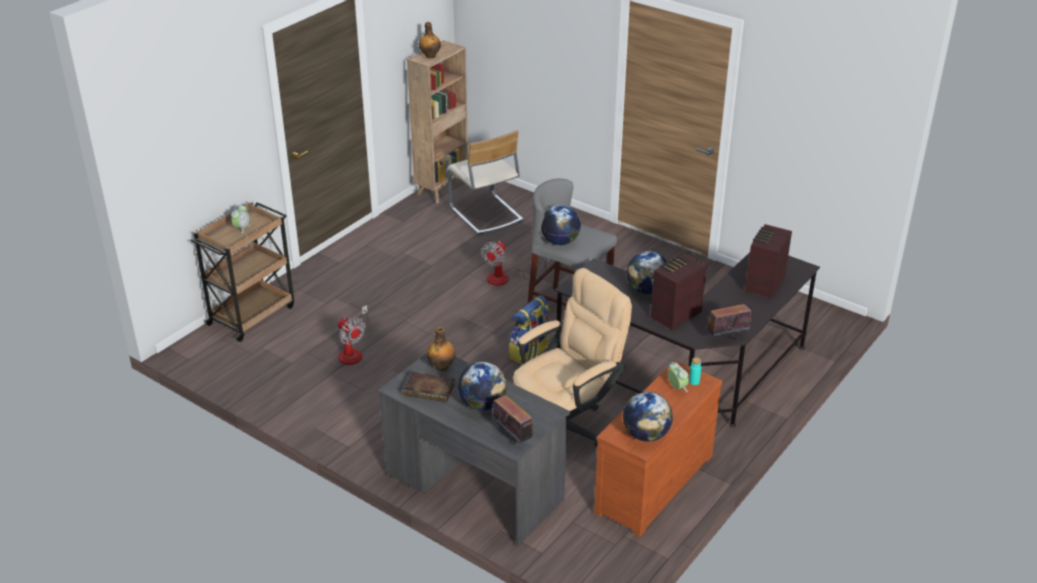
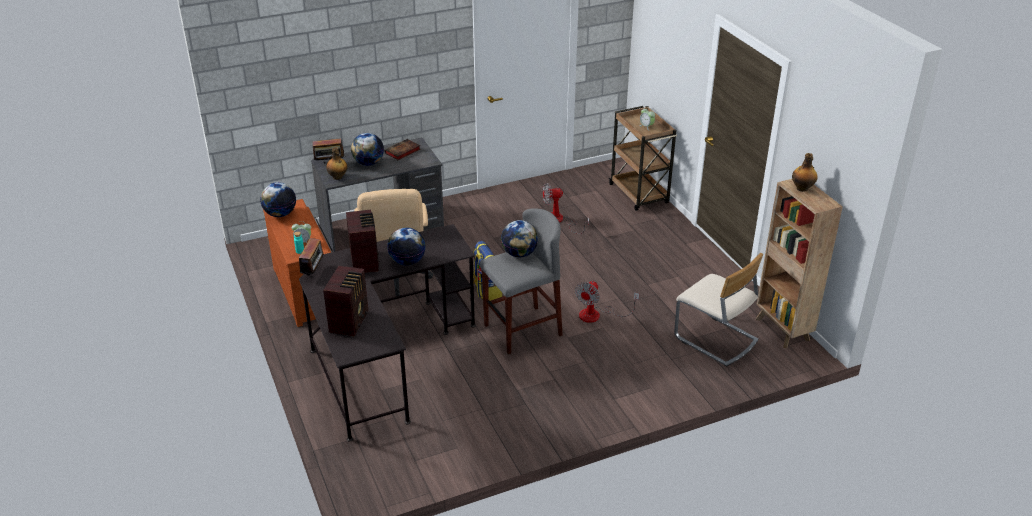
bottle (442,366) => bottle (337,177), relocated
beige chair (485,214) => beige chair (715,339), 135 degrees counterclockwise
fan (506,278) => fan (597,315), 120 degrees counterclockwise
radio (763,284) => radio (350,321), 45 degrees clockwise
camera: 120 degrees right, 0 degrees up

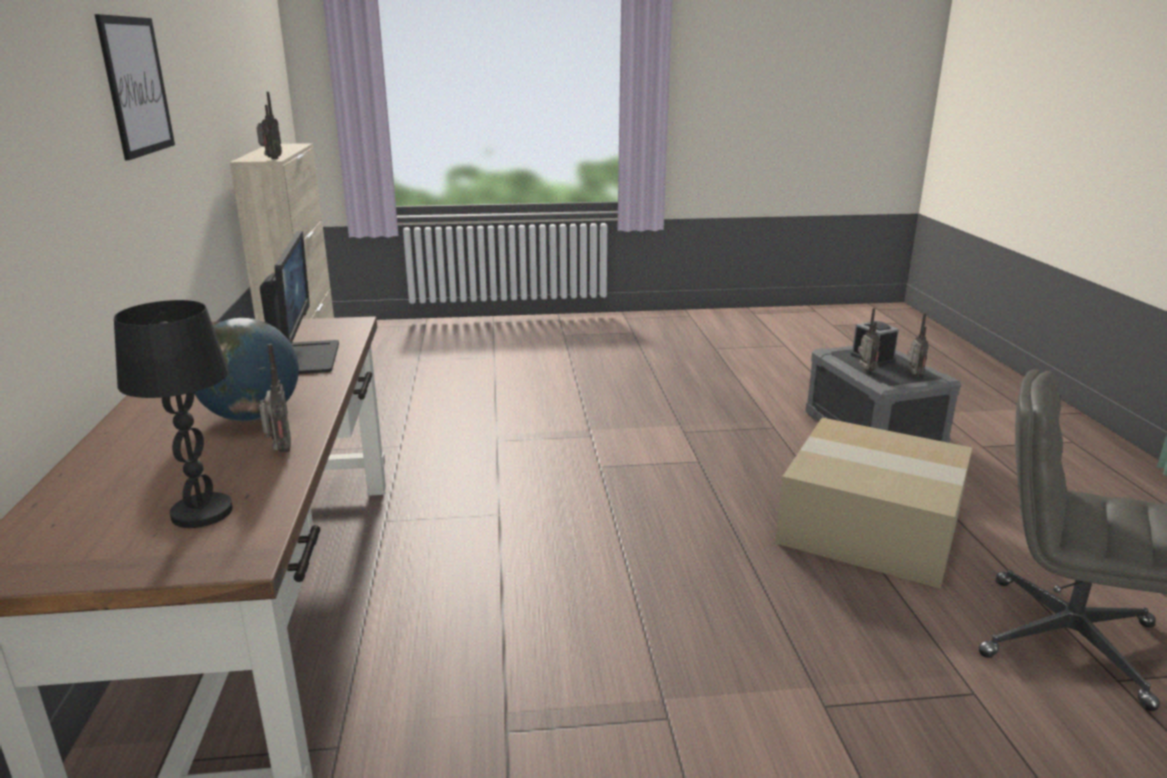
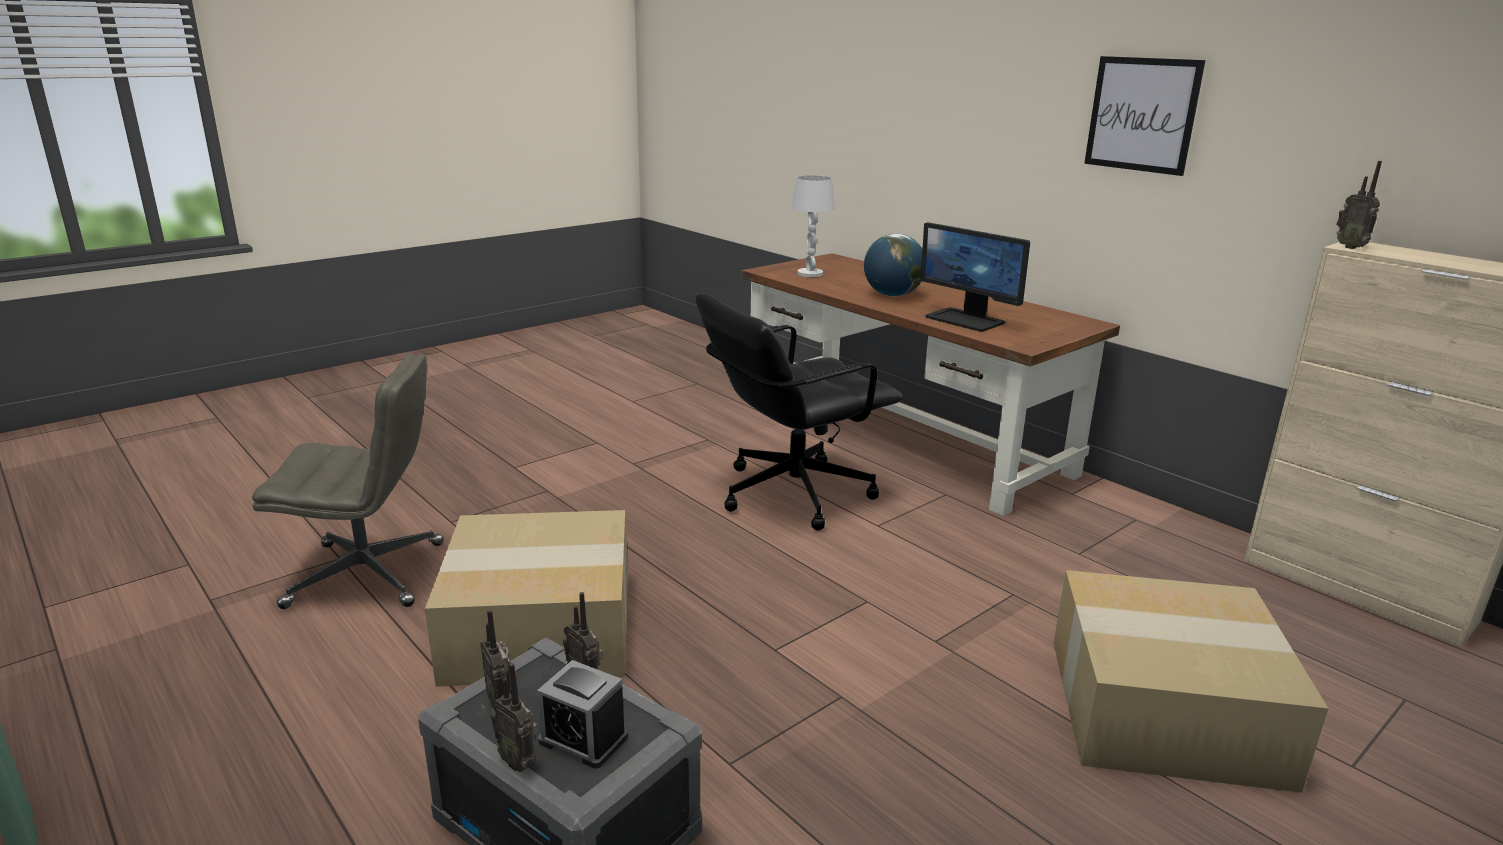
nothing => black office chair (792,493)
nothing => cardboard box (1166,708)
radio (280,452) => radio (519,761), relocated
black table lamp (202,512) => white table lamp (810,274)
camera: 145 degrees right, 0 degrees up

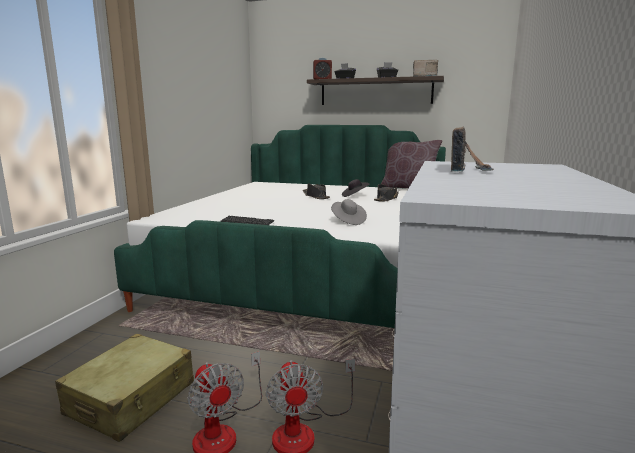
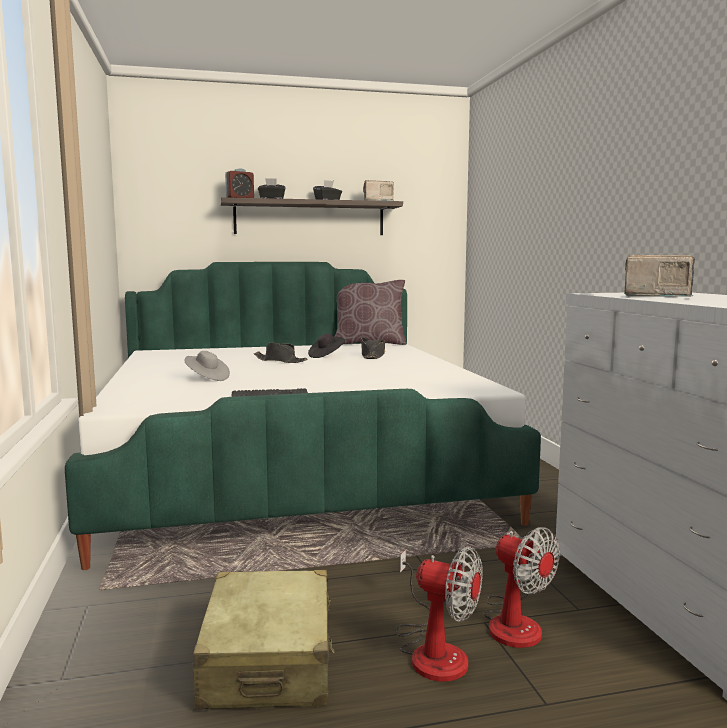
grey hat (348,221) => grey hat (207,378), relocated
radio (467,170) => radio (657,296), 45 degrees counterclockwise
camera: 30 degrees left, 5 degrees down

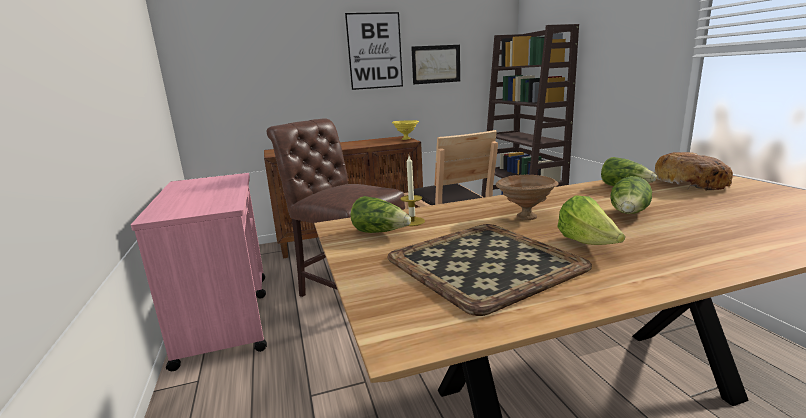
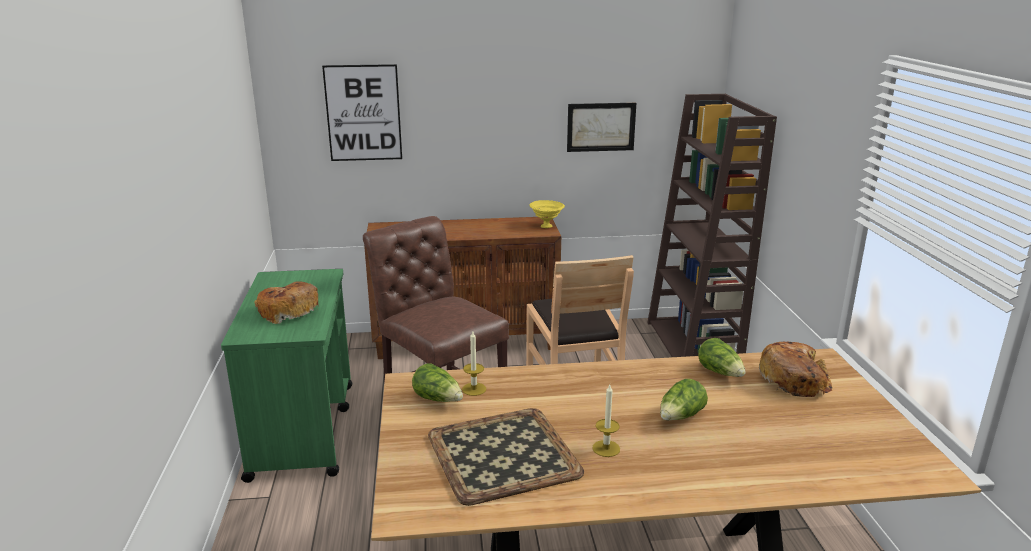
brown bowl (525,217) => nothing
nothing => bread (288,311)
picture (374,51) => picture (363,113), relocated
lettuce (587,244) => candle (606,448)
pink cart (226,316) => green cart (303,429)
camera: 10 degrees right, 5 degrees up

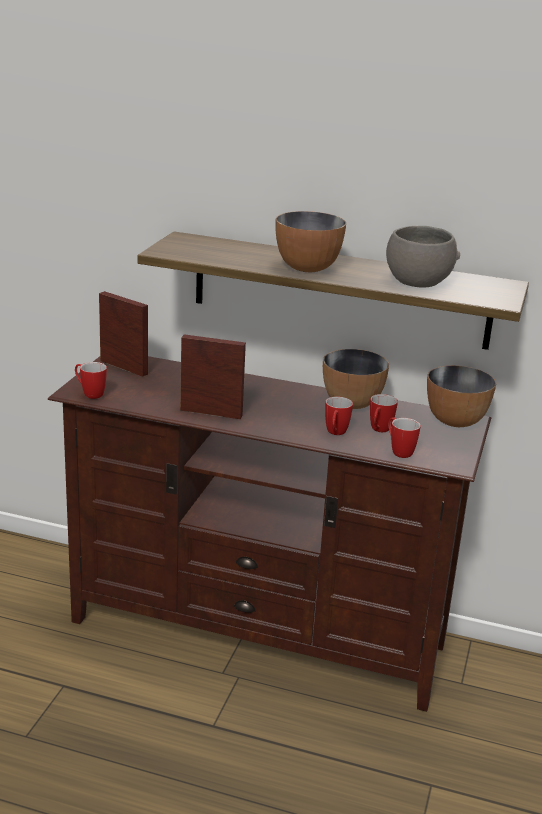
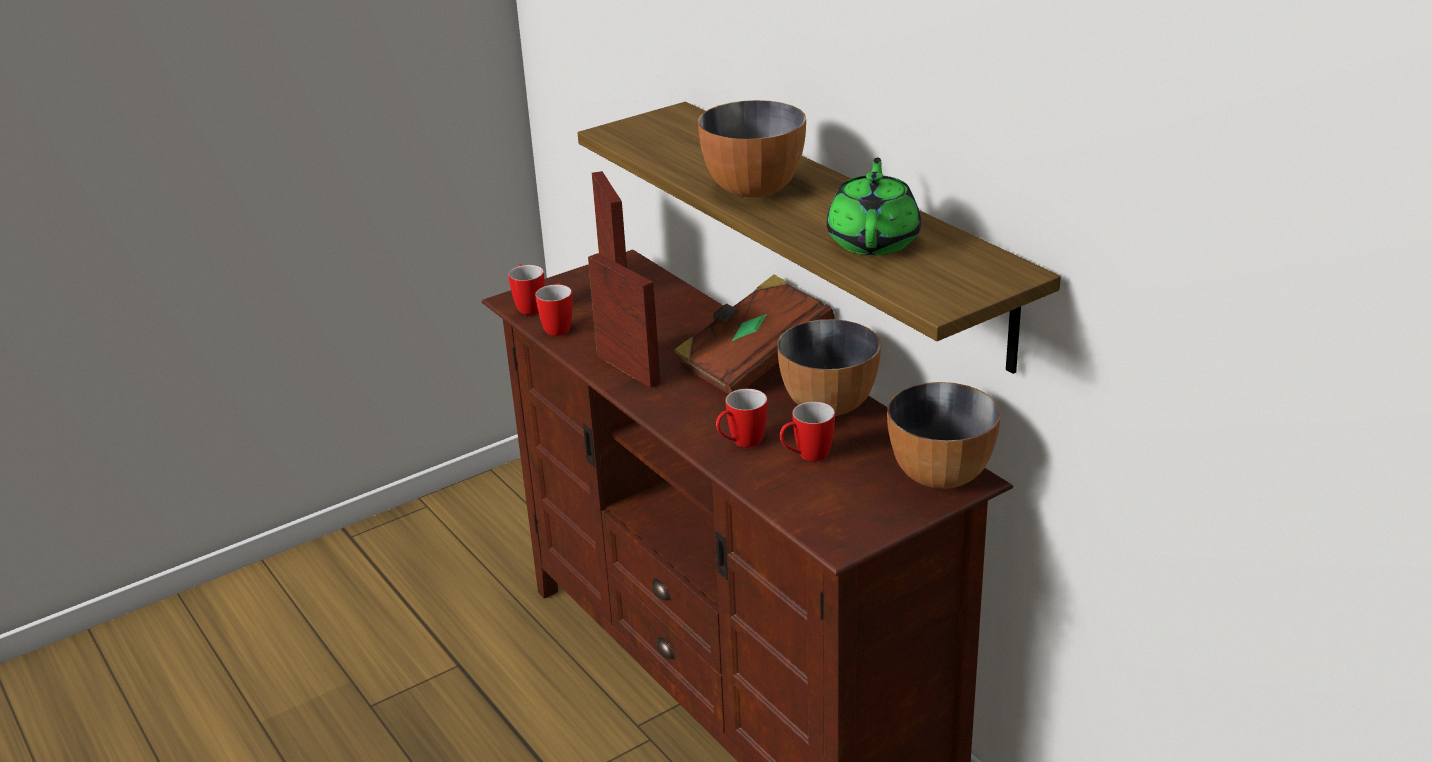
nothing => brown book (753,361)
mug (398,451) => mug (559,326), relocated
grey bowl (418,281) => green teapot (874,240)
camera: 40 degrees right, 5 degrees up

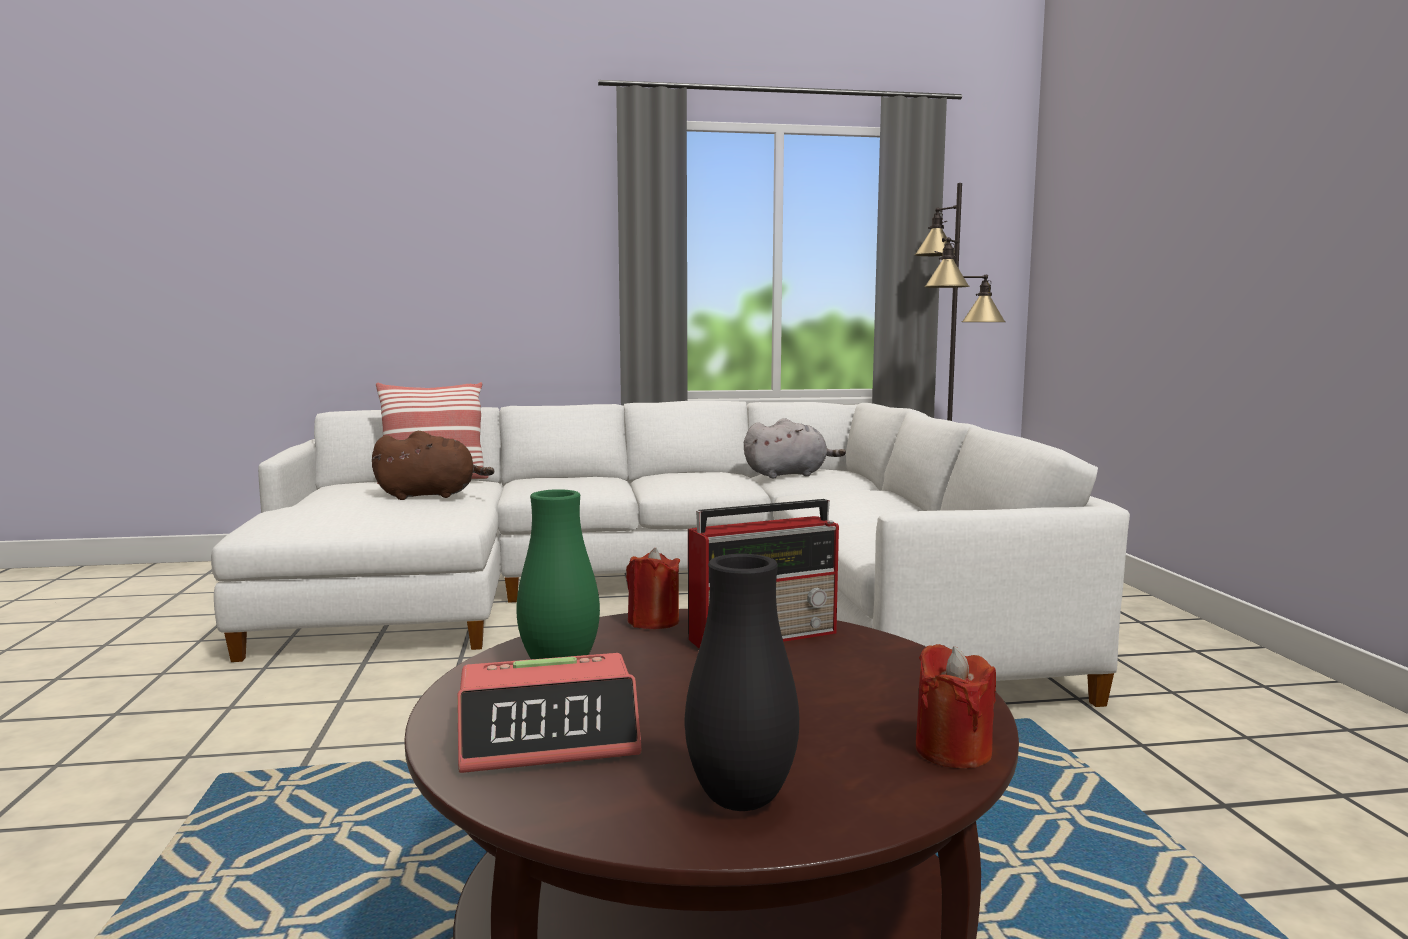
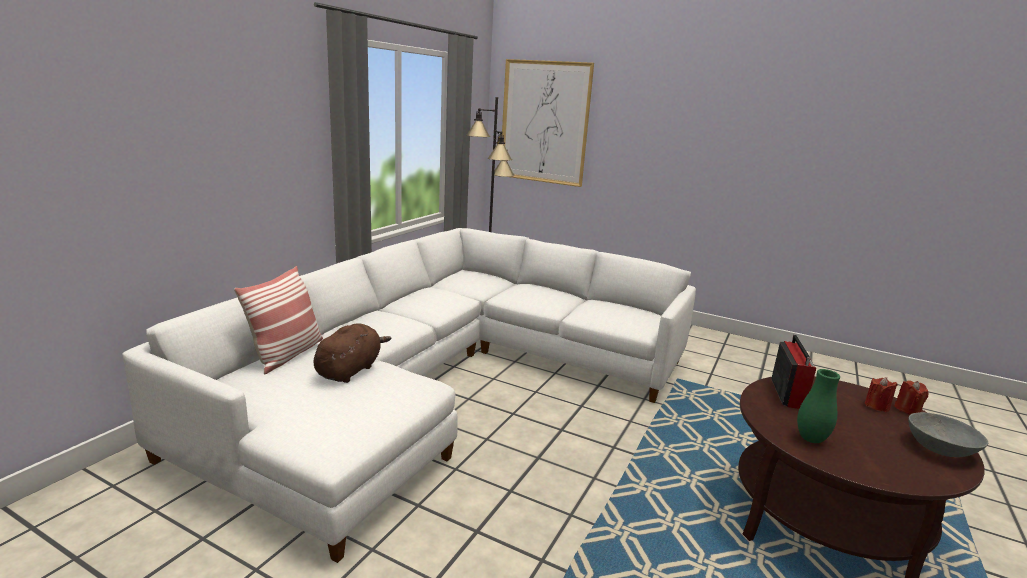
alarm clock (549,735) => nothing
grey plush toy (788,475) => nothing
nothing => picture (544,122)
red candle (653,621) => red candle (877,406), relocated
black vase (741,800) => grey bowl (940,449)
camera: 55 degrees left, 10 degrees up

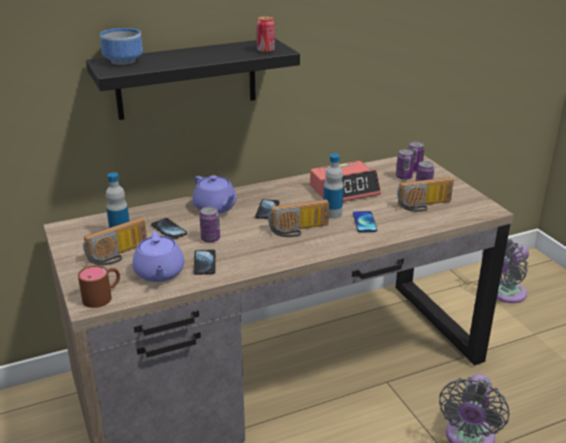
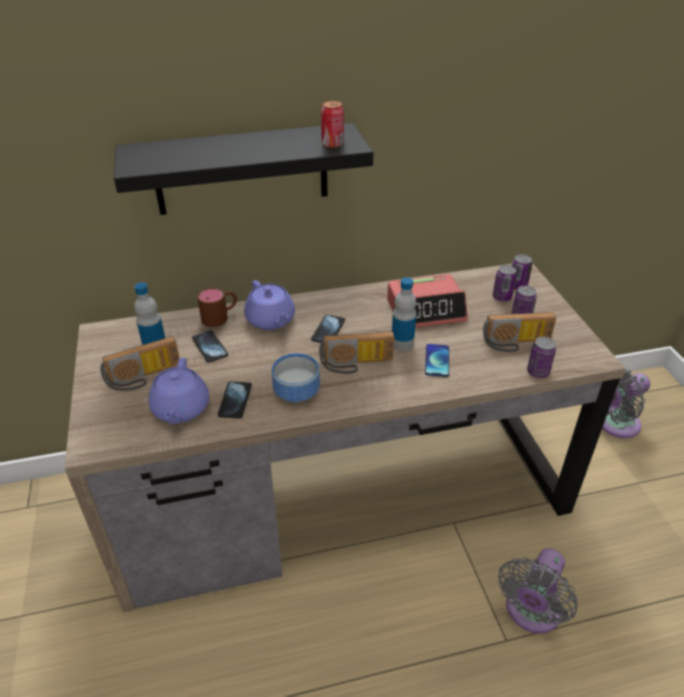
brown mug (103,296) => brown mug (220,316), relocated
bowl (125,61) => bowl (298,393), relocated
can (210,239) => can (538,372), relocated
camera: 10 degrees right, 10 degrees up

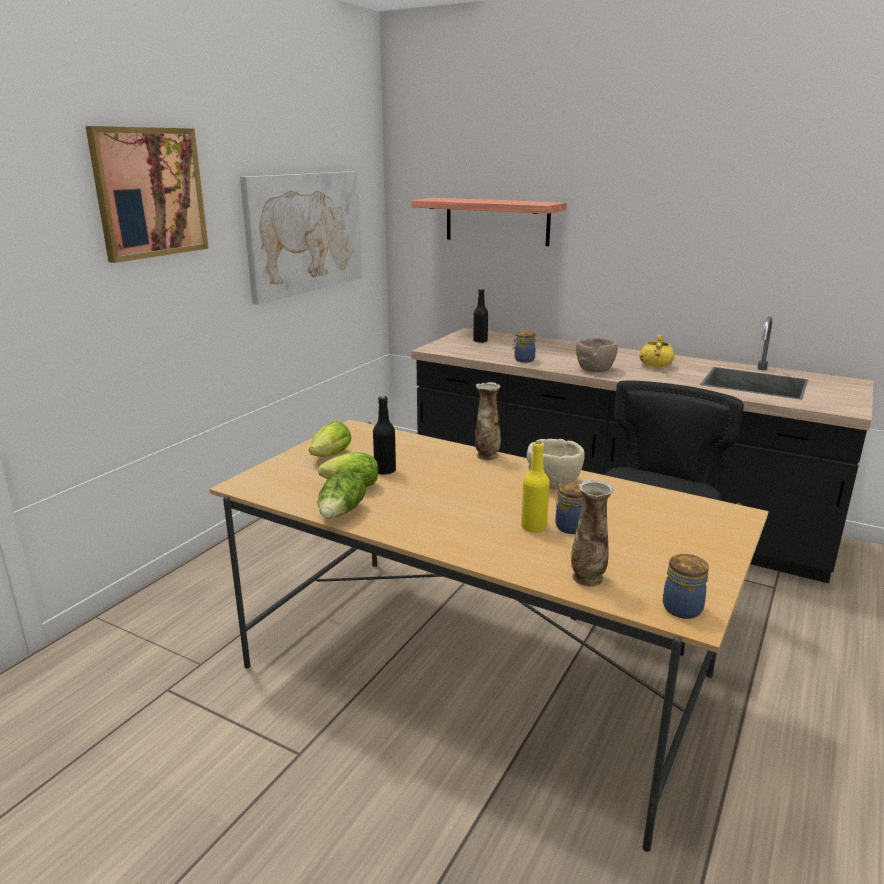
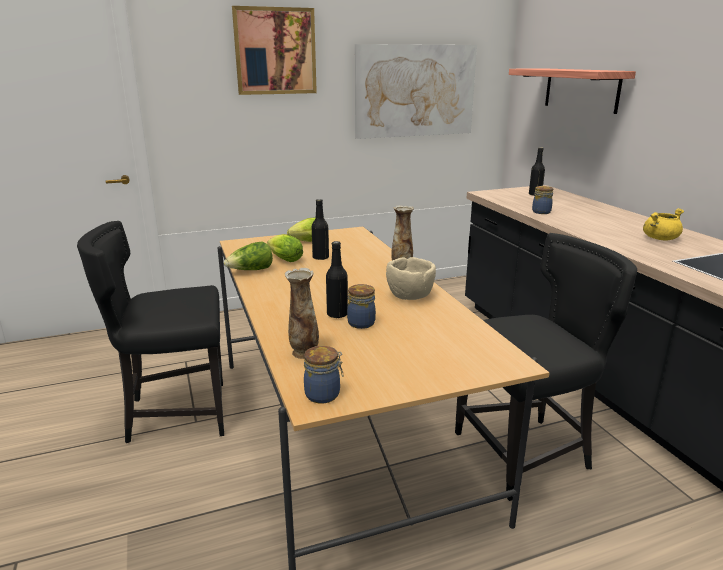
brown bowl (595,369) => nothing
nothing => black chair (176,414)
yellow bottle (533,527) => black bottle (337,314)
camera: 40 degrees right, 0 degrees up

